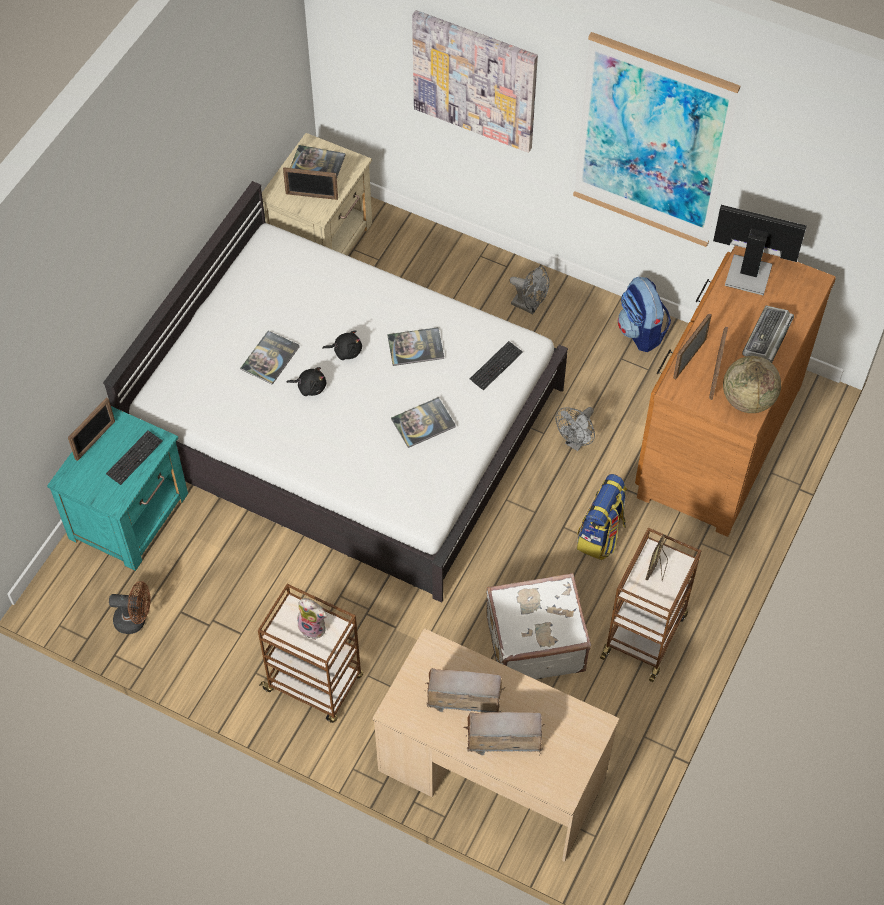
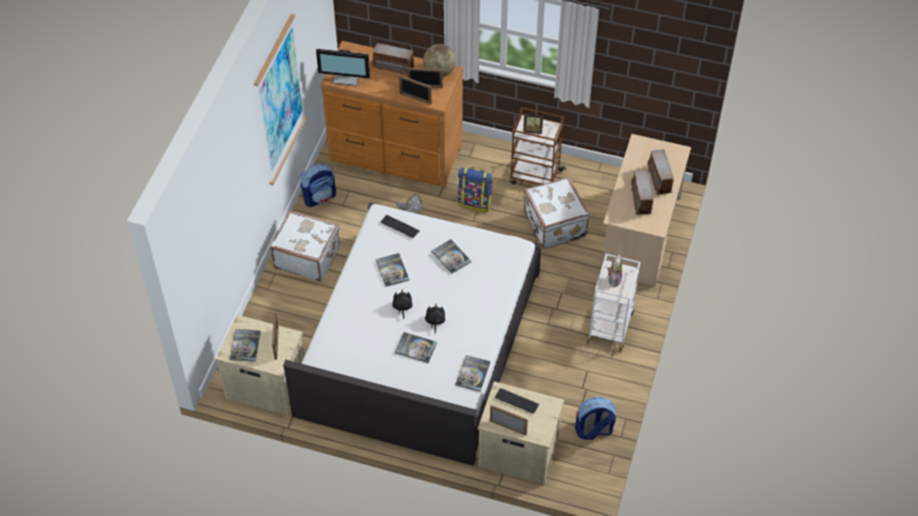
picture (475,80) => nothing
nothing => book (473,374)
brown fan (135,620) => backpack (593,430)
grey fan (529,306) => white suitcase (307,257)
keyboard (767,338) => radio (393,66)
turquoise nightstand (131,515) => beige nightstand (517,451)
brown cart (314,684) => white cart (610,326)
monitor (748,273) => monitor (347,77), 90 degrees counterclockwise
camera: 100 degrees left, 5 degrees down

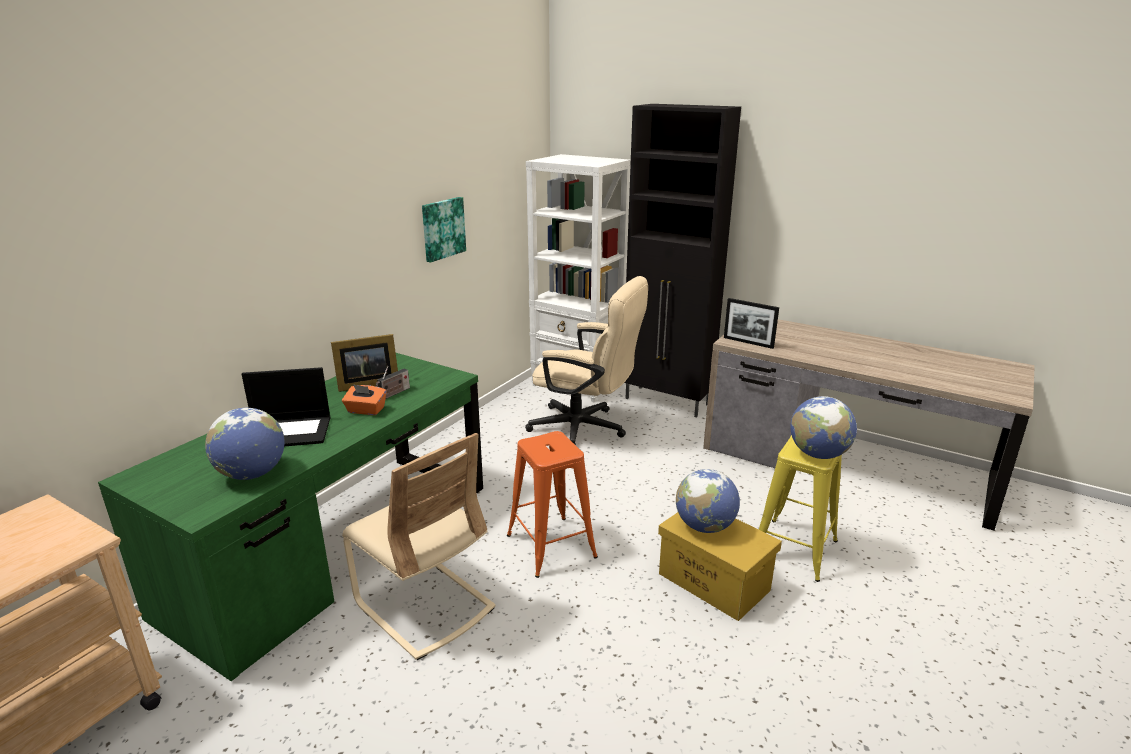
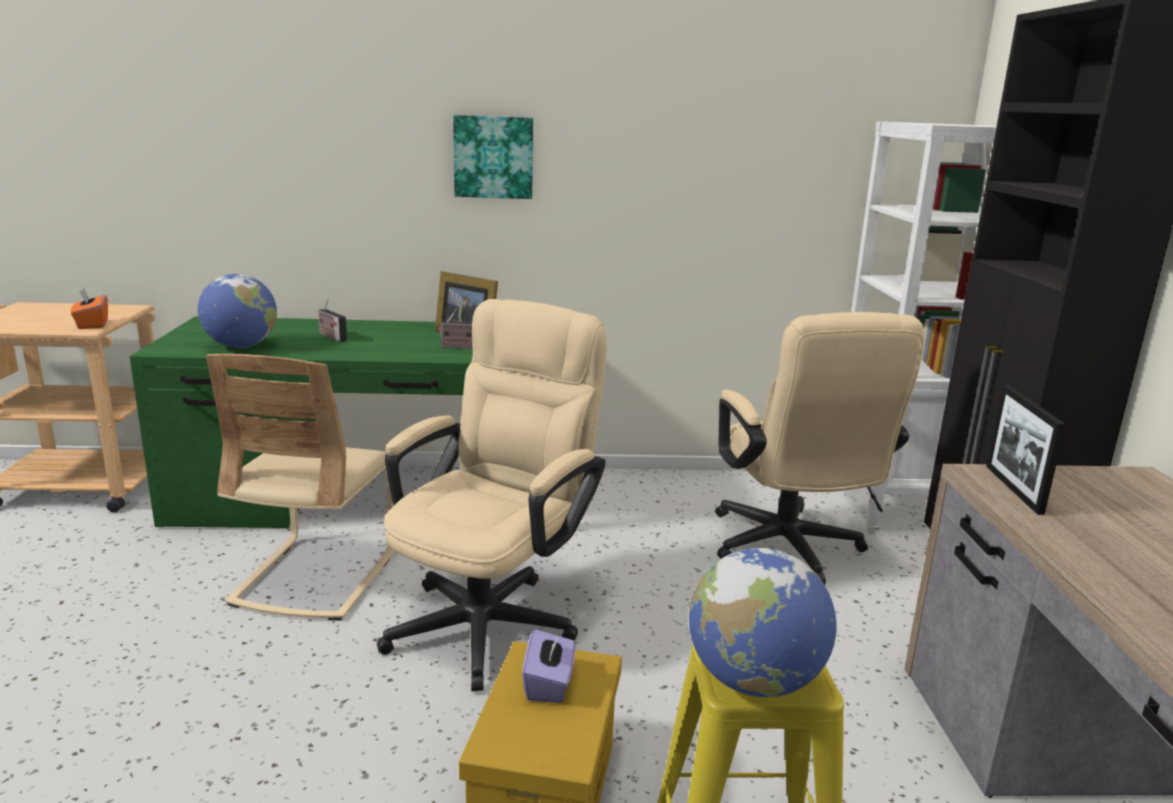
orange tissue box (365,410) => orange tissue box (92,324), relocated
picture (442,228) => picture (493,157), relocated
laptop (288,432) => radio (331,337)
orange stool (551,546) => beige office chair (493,617)
globe (704,526) => purple tissue box (549,684)
camera: 55 degrees right, 5 degrees down

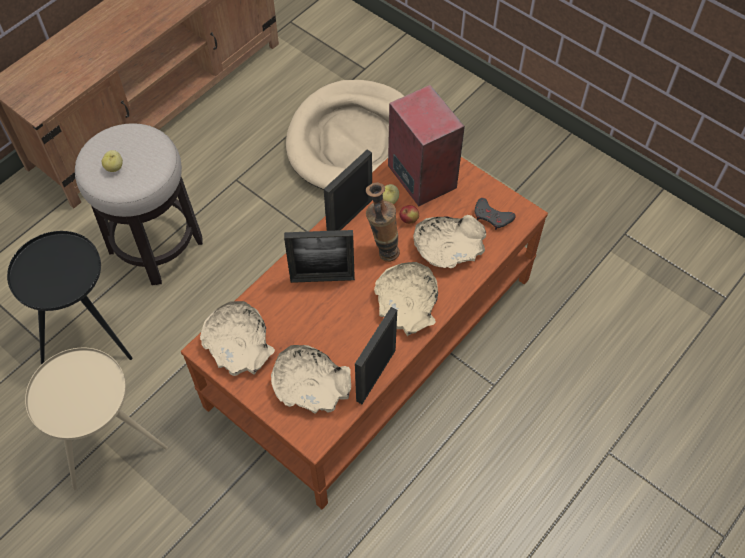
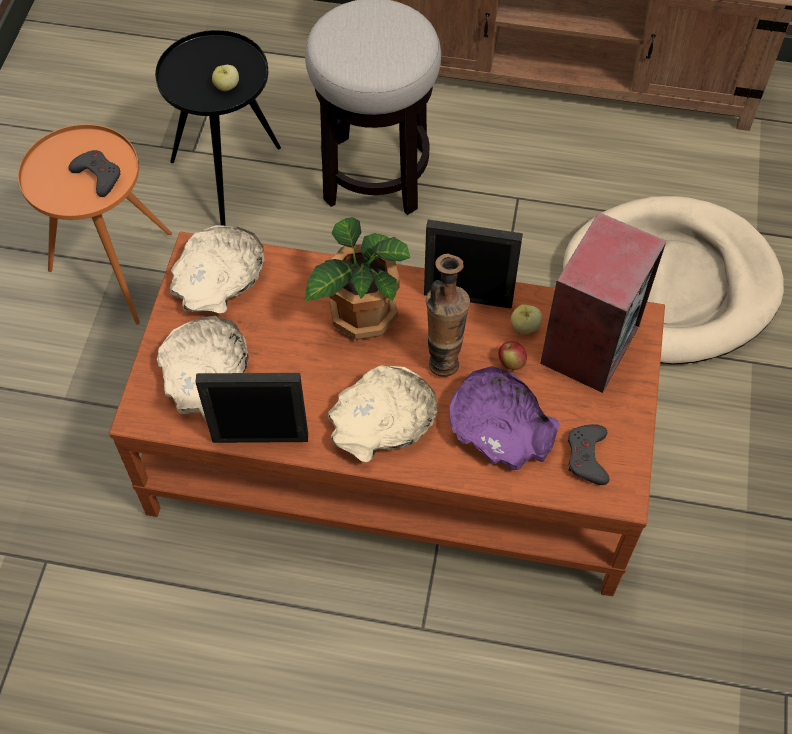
nothing => grey game controller (98,175)
apple (115,167) => apple (227,87), relocated
picture frame (322,278) => potted plant (360,314)
beige side table (110,445) => orange side table (114,272)
beige bowl (448,247) => purple bowl (500,428)
camera: 60 degrees right, 0 degrees up

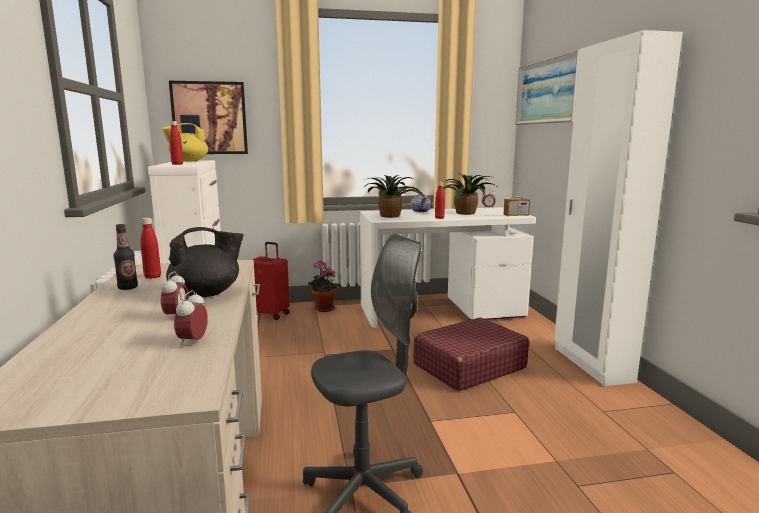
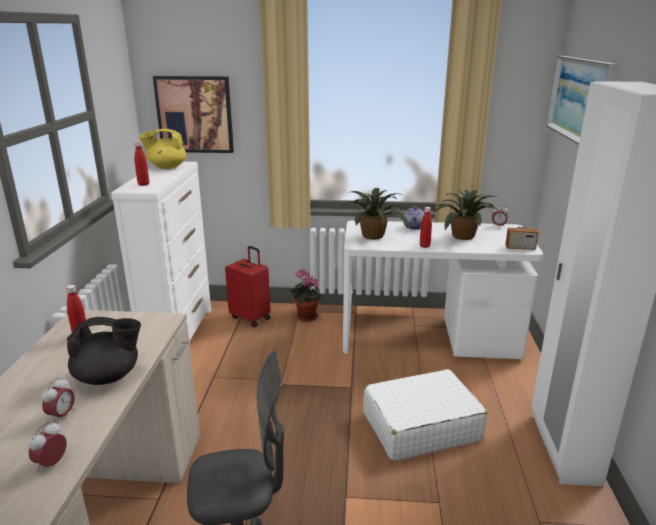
bottle (128,288) => nothing
red suitcase (468,366) => white suitcase (420,426)
camera: 15 degrees right, 10 degrees up

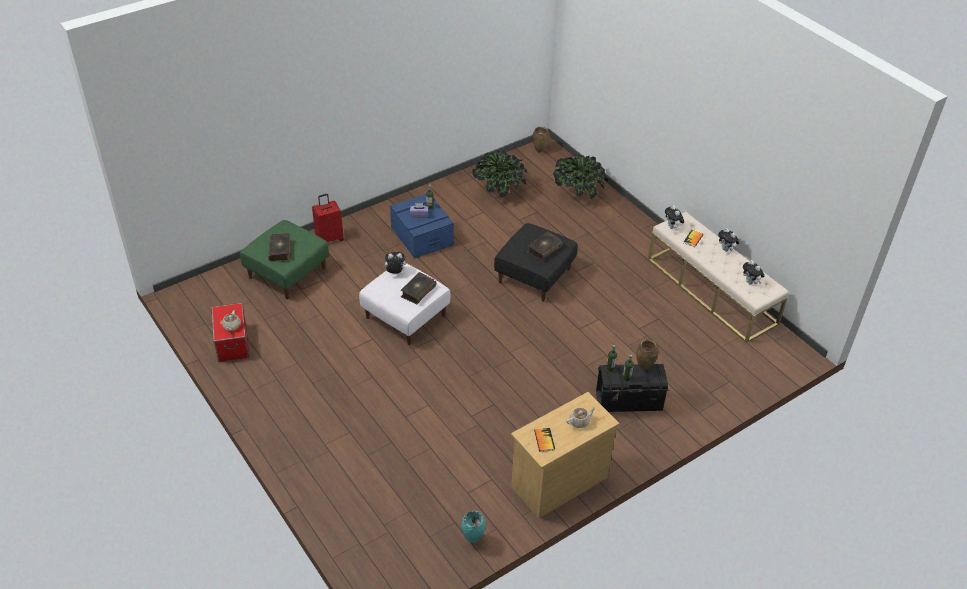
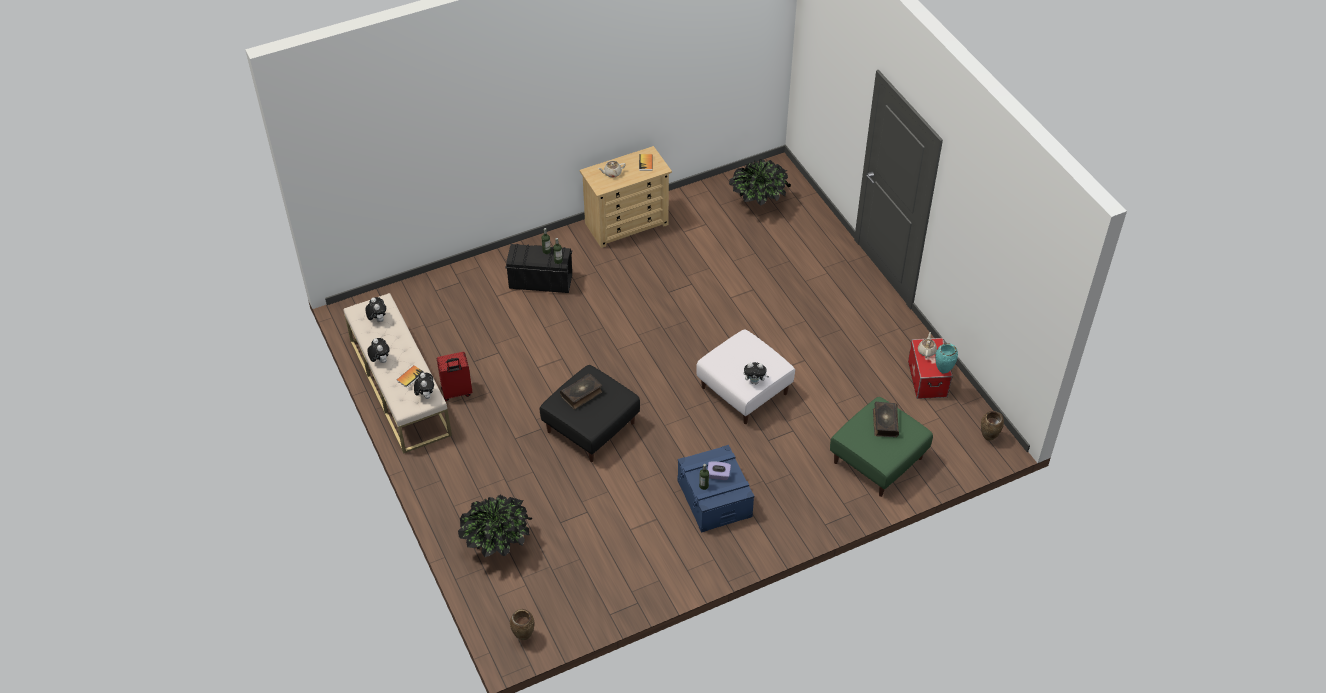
book (417,291) => nothing
red suitcase (329,238) => red suitcase (456,392), relocated
turquoise vase (473,540) => turquoise vase (943,371), relocated
potted plant (499,192) => potted plant (758,204), relocated
brown vase (644,368) => brown vase (988,439), relocated
camera: 170 degrees left, 5 degrees up

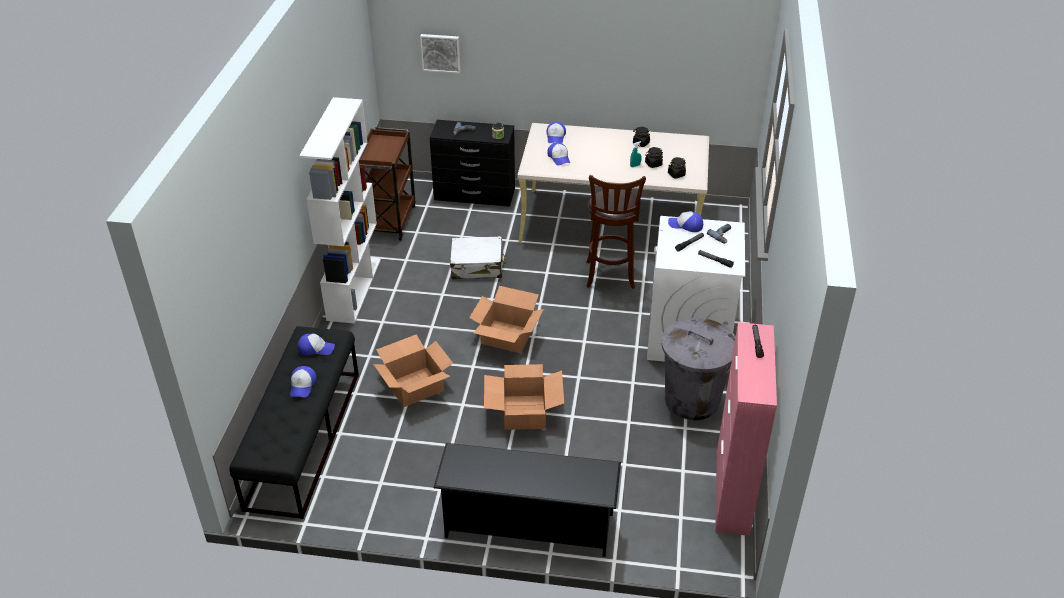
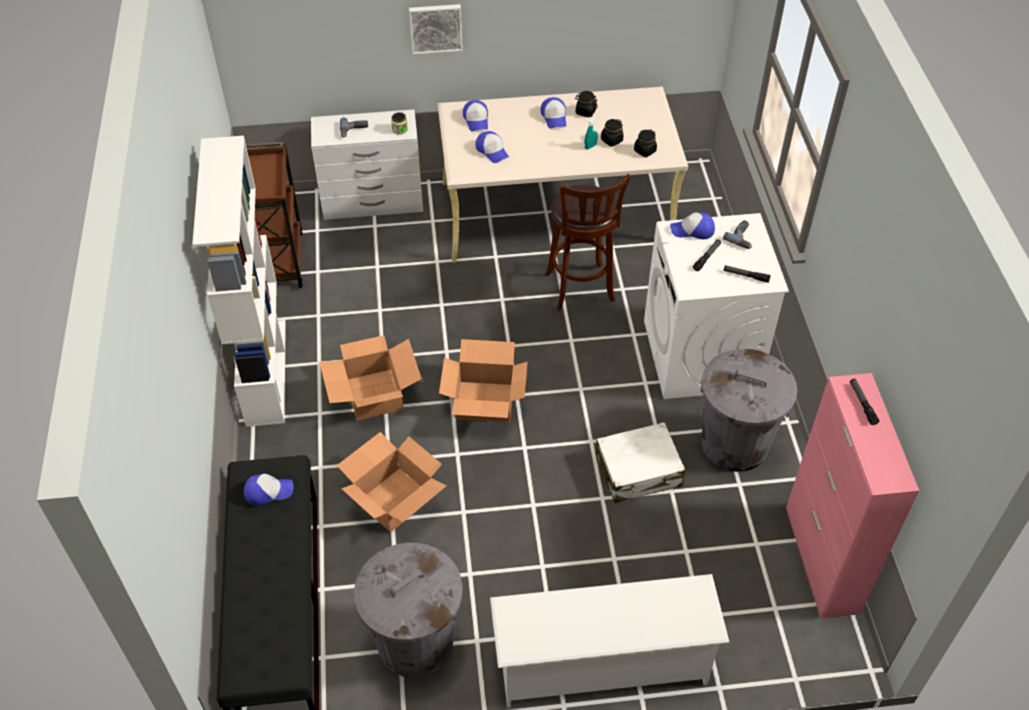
nothing => grey trash can (415,642)
cap (303,385) => cap (554,117), relocated
picture (441,52) => picture (435,28), relocated
white suitcase (477,266) => white suitcase (639,471), relocated
cardboard box (523,412) => cardboard box (373,395), relocated
black dresser (475,195) => white dresser (373,202)
black shoe rack (528,525) => white shoe rack (602,665)
camera: 15 degrees left, 10 degrees up

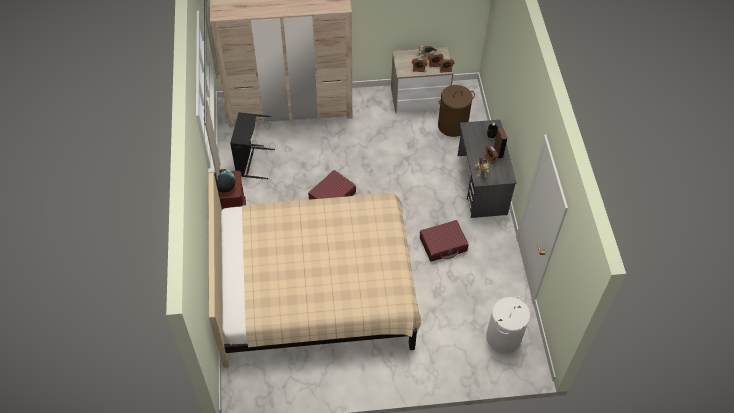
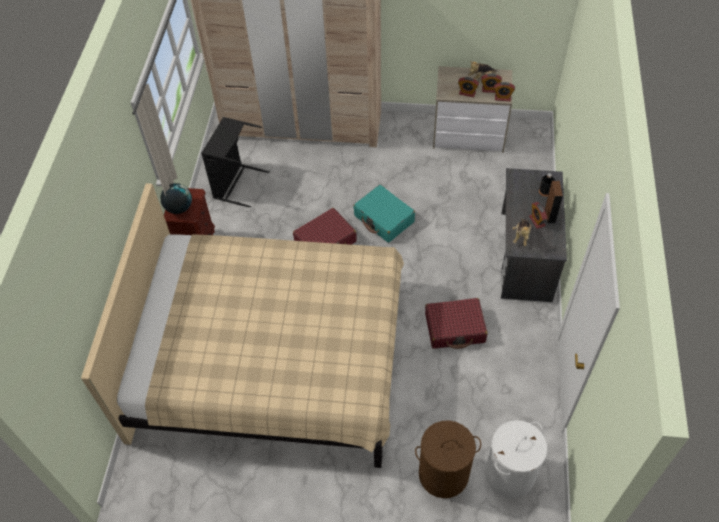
nothing => turquoise suitcase (384,219)
brown laundry basket (452,126) => brown laundry basket (443,474), relocated
camera: 15 degrees right, 0 degrees up

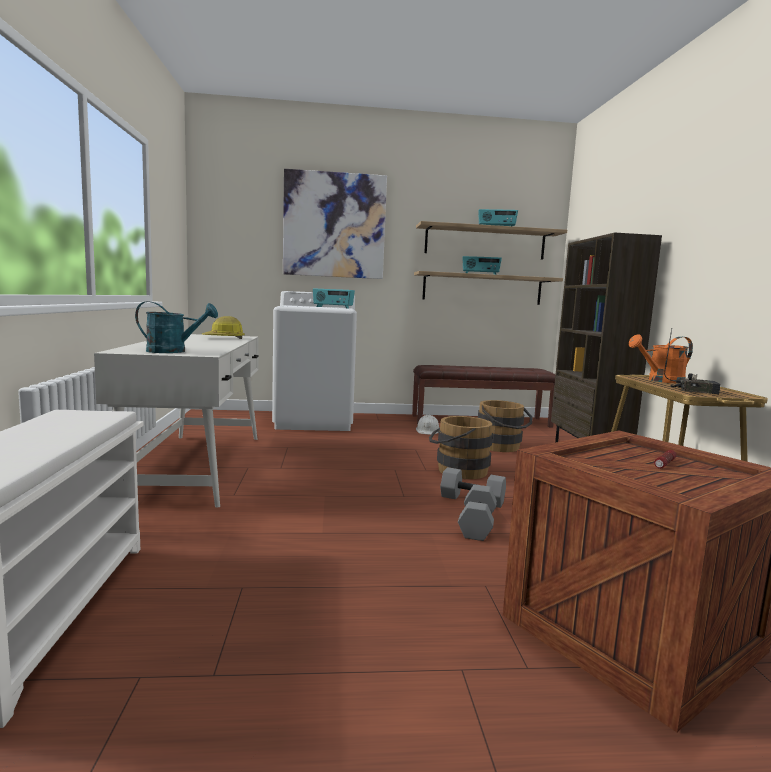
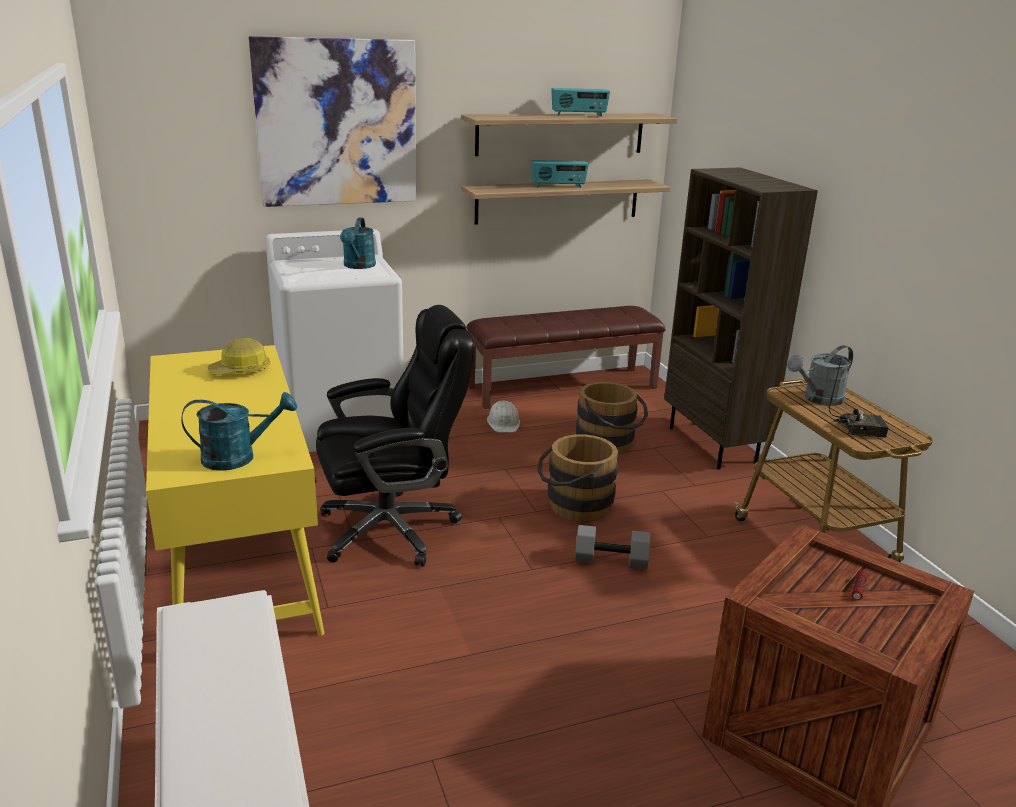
grey dumbbell (478,526) => nothing
nothing => black office chair (392,529)
radio (332,307) => turquoise watering can (358,266)
white desk (196,465) => yellow desk (240,557)
orange watering can (661,381) => grey watering can (818,399)
camera: 15 degrees left, 15 degrees up

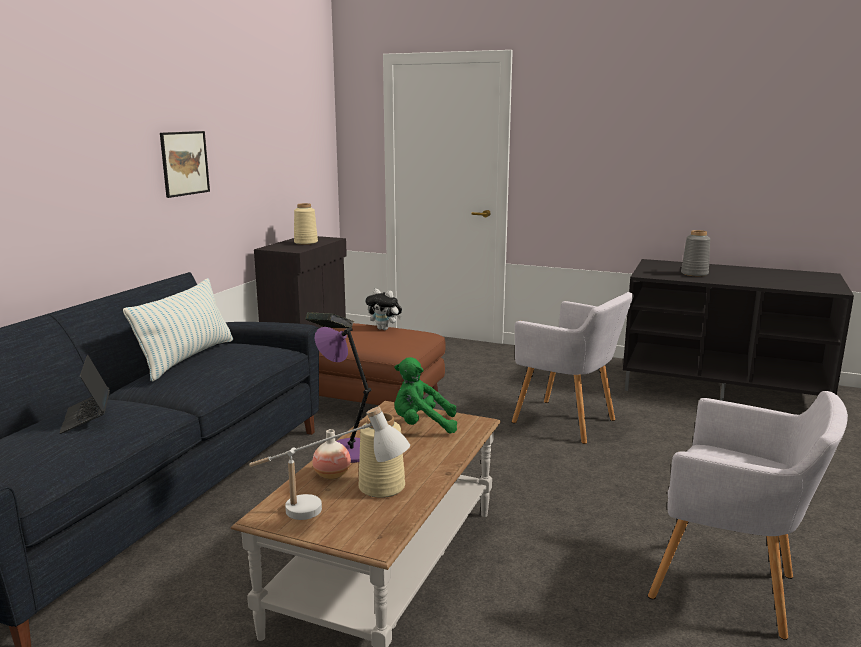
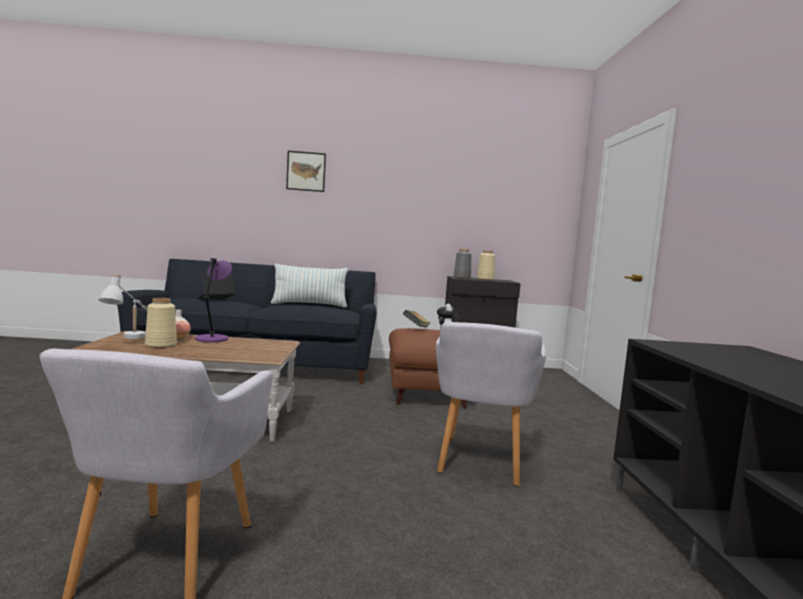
green plush toy (422,425) => nothing
picture (184,163) => picture (306,171), relocated
grey vase (694,273) => grey vase (462,278), relocated
camera: 65 degrees right, 10 degrees down

